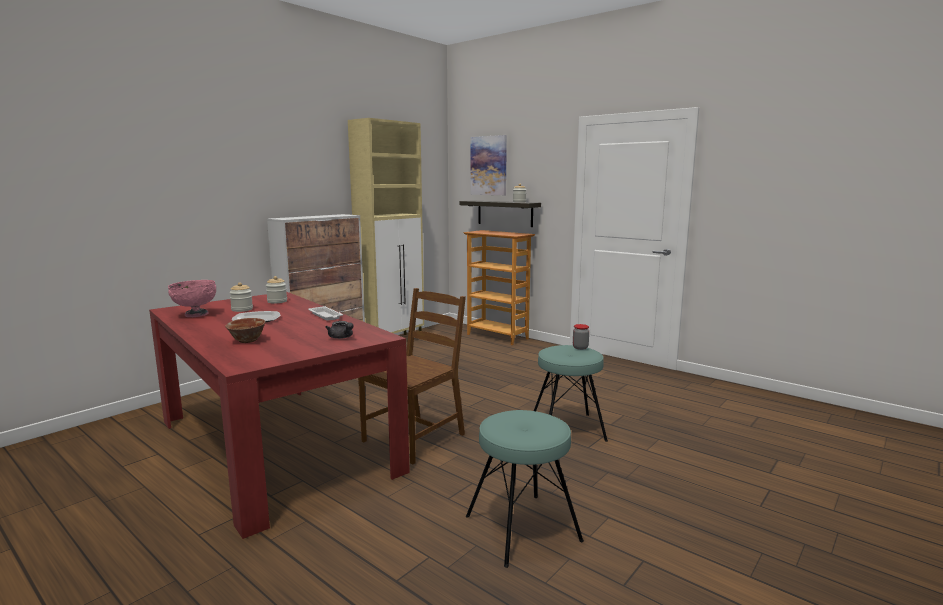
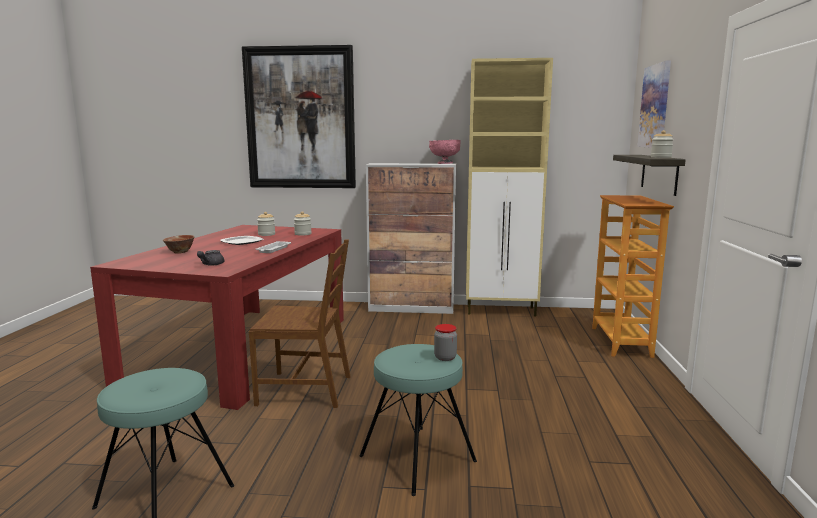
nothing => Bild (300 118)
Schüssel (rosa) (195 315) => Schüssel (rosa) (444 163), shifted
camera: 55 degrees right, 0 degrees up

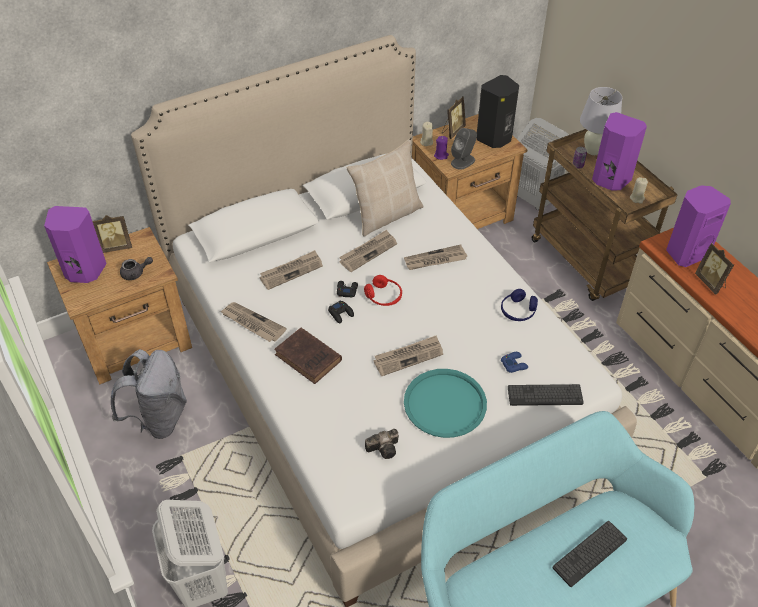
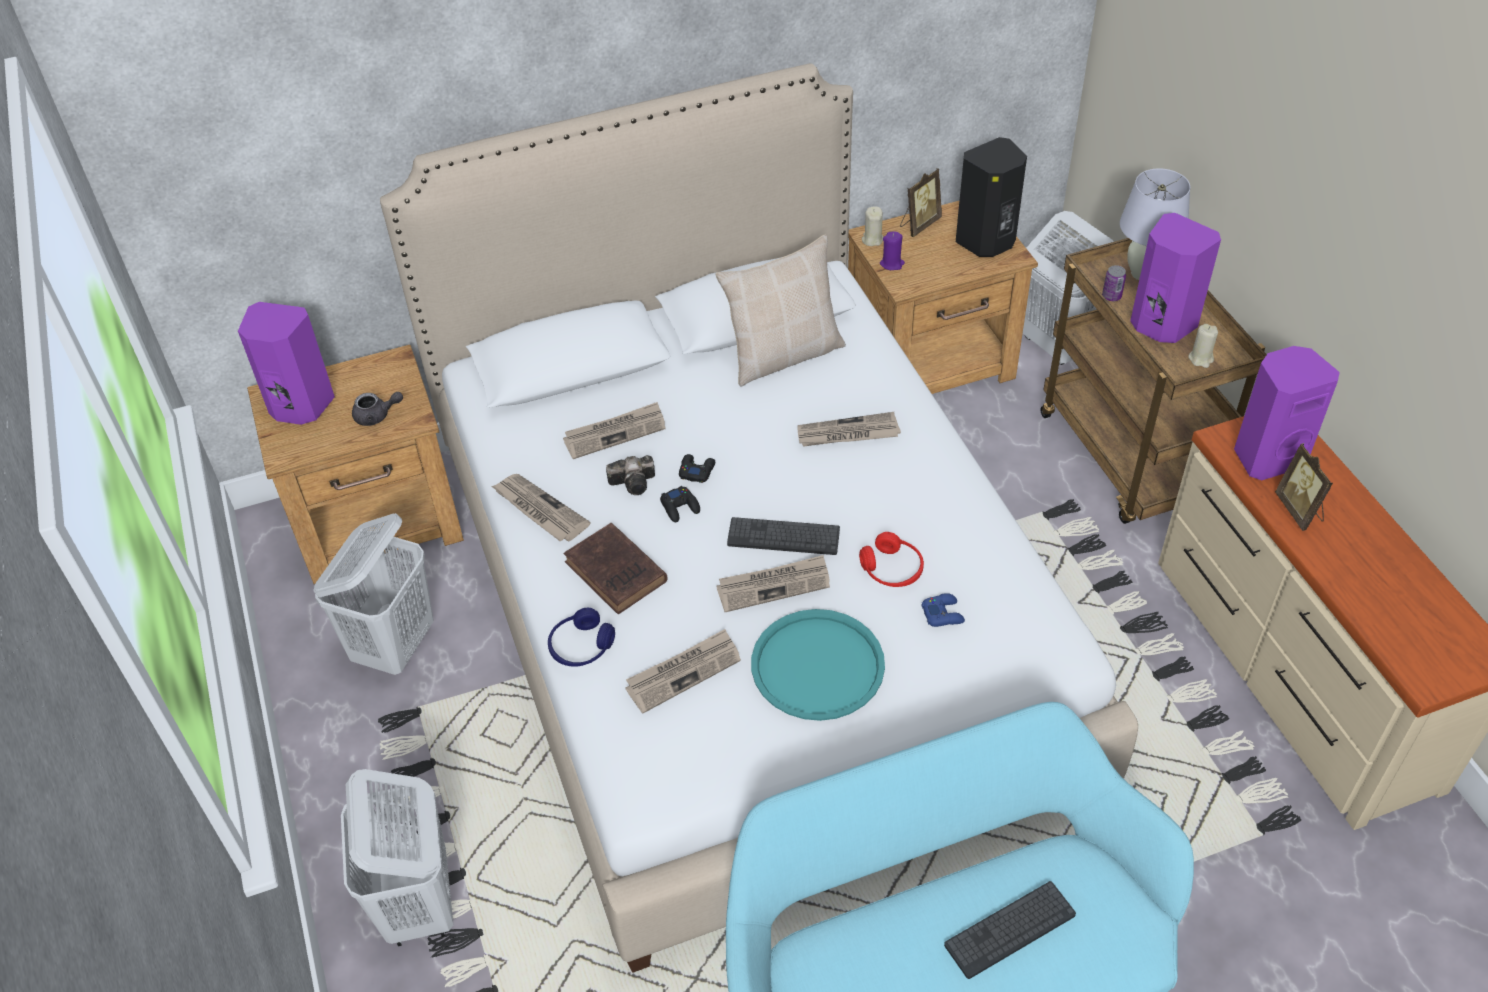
Rucksack (grau) (159 418) => Wäschekorb (weiß) (395 646)
Kopfhörer (blau) (518 311) => Kopfhörer (blau) (581 647), shifted
Kamera (385 448) => Kamera (635 482), shifted
Zeitung (368 252) => Zeitung (683 672), shifted
Tastatur (545 395) => Tastatur (783 537), shifted
Kopfhörer (rot) (383 296) => Kopfhörer (rot) (891 569), shifted
Bilderrahmen (116 247) => nothing
Lautsprecher (grau) (463 161) => nothing
camera: 10 degrees right, 0 degrees up

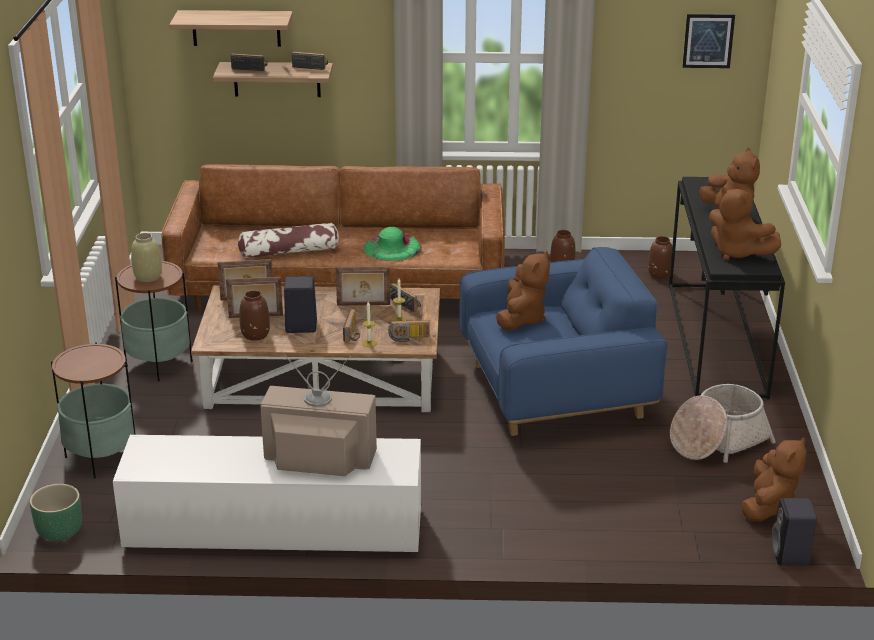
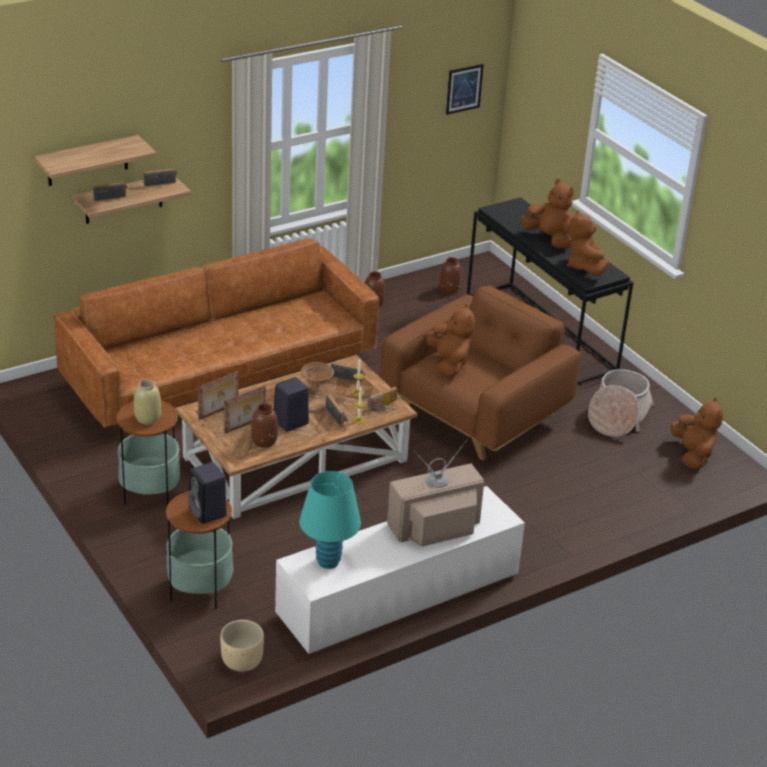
Lautsprecher (schwarz) (791 556) => Lautsprecher (schwarz) (208 513), shifted
Pflanzkübel (grün) (60 532) => Pflanzkübel (beige) (242 661)
nothing => Tischlampe (türkis) (328 562)
Bilderrahmen (363 305) => Schüssel (braun) (316 388)
Sessel (blau) (556 391) => Sessel (braun) (475 413)
Plüschtier (braun) (737 253) => Plüschtier (braun) (585 267), 75 degrees clockwise
Kissen (289 252) => nothing
Hut (grün) (392 247) => nothing
camera: 35 degrees left, 5 degrees up

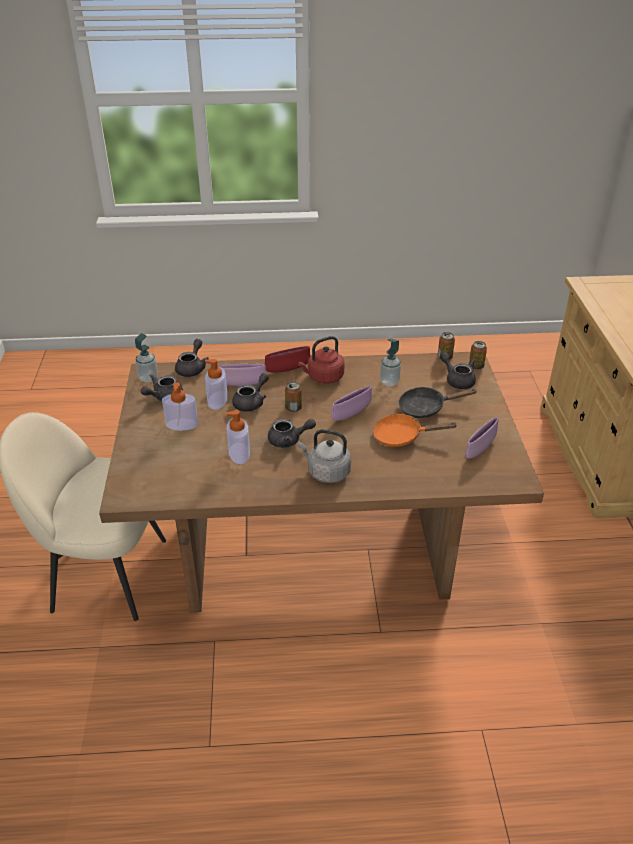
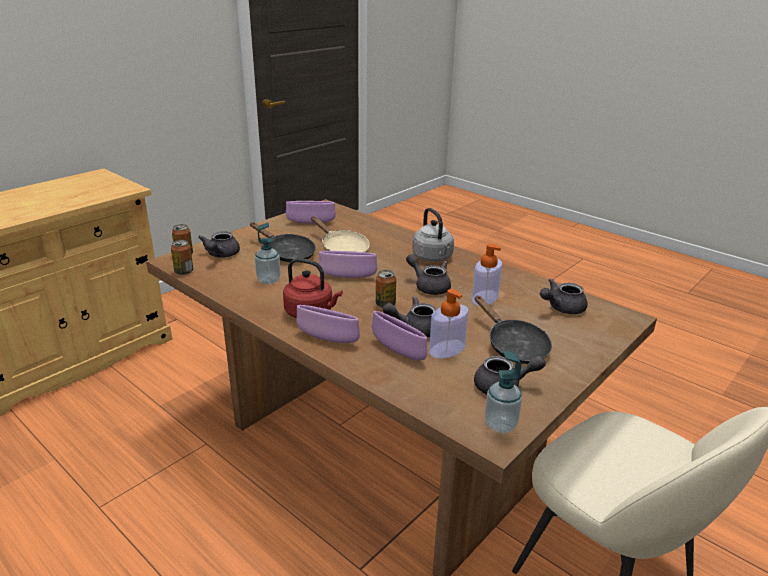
Schüssel (rot) (287 369) => Schüssel (lila) (327 339)
Pfanne (orange) (402 436) => Pfanne (beige) (342 249)
Seifenspender (182 424) => Pfanne (schwarz) (513 346)
Teekanne (grau) (192 368) => Teekanne (grau) (561 308), shifted
camera: 135 degrees left, 10 degrees down

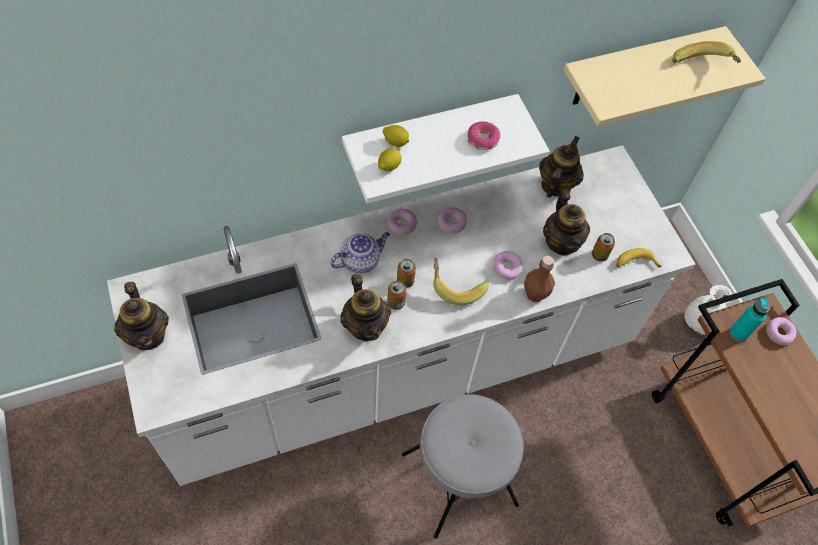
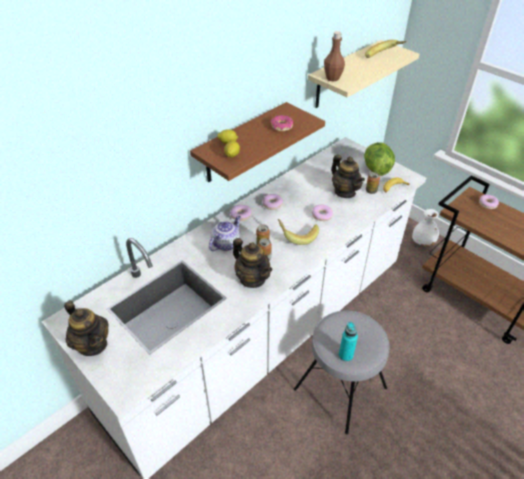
Wandregal (weiß) (429 135) => Wandregal (braun) (241 144)
Flasche (braun) (535 294) => Flasche (braun) (332 78), shifted
Flasche (türkis) (738 333) => Flasche (türkis) (345 355), shifted
nothing => Salatkopf (376 169)
Teekanne (555 185) => nothing
camera: 20 degrees left, 15 degrees down

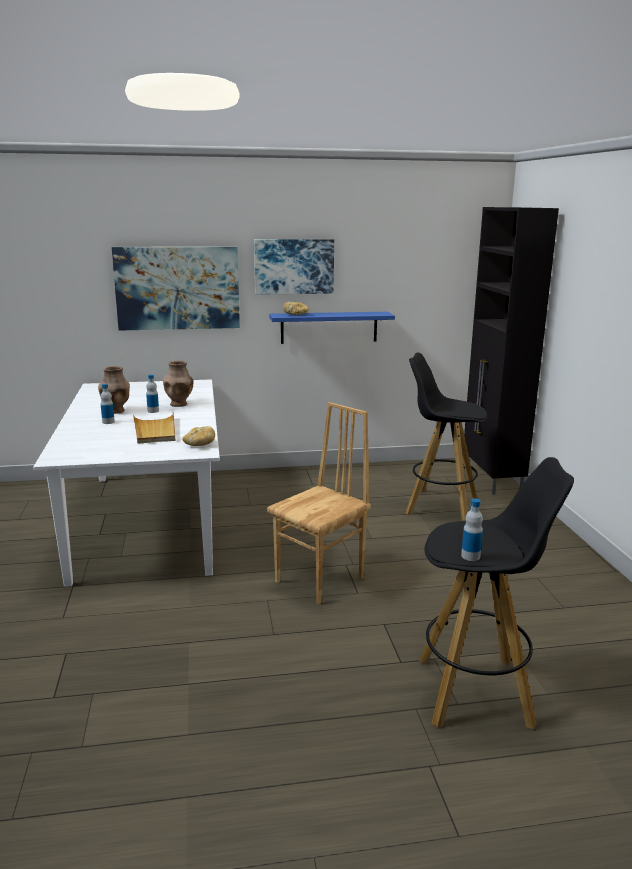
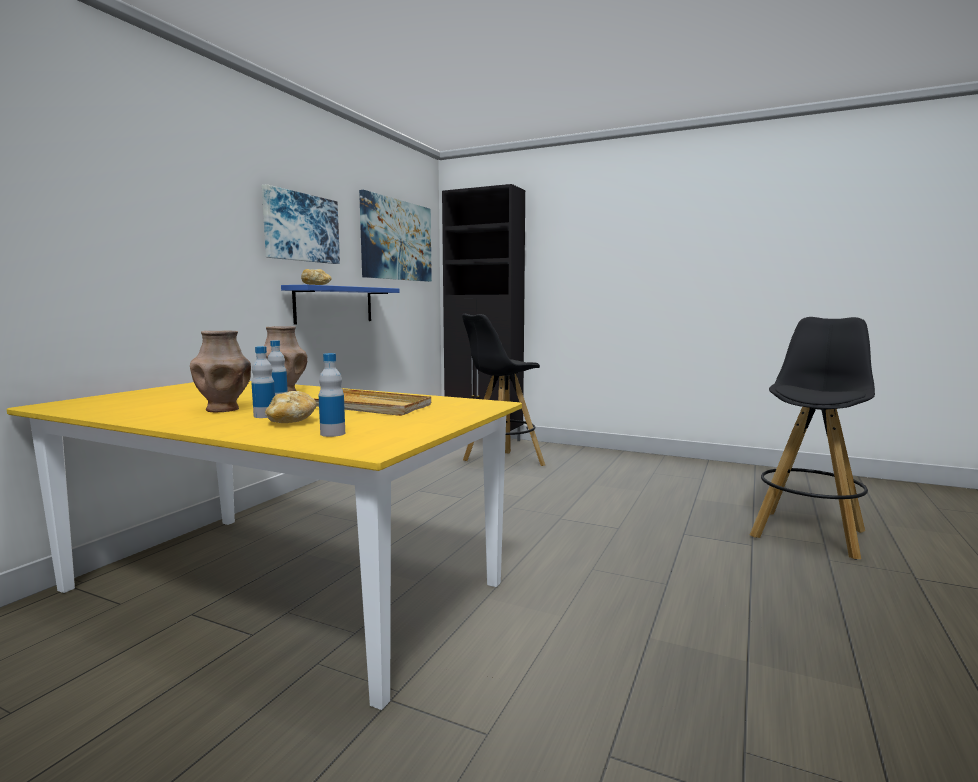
Esstisch (weiß) (147 520) => Esstisch (gelb) (280 587)
Brot (199 444) => Brot (291 422), shifted
Flasche (470 556) => Flasche (332 433), shifted
Bild (177 288) => Bild (397 240), shifted
Stuhl (braun) (321 580) => nothing
camera: 55 degrees left, 10 degrees down

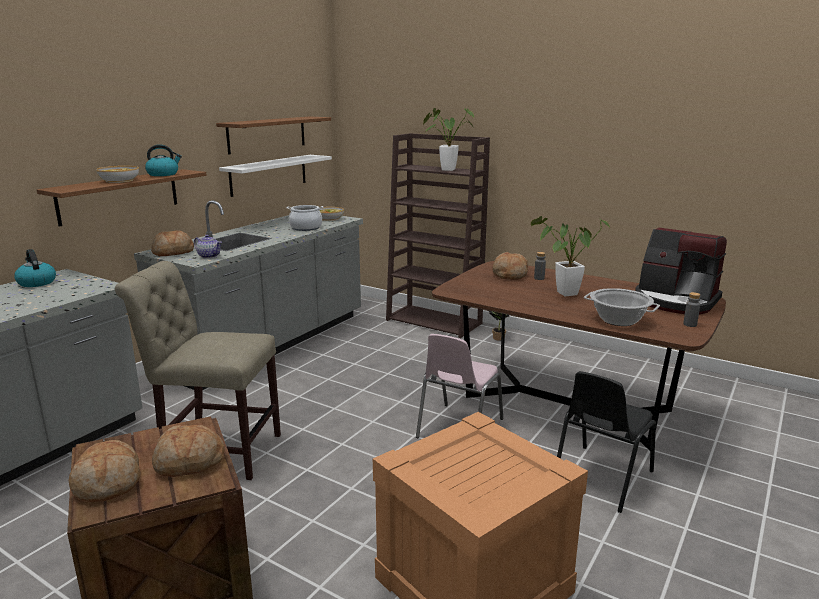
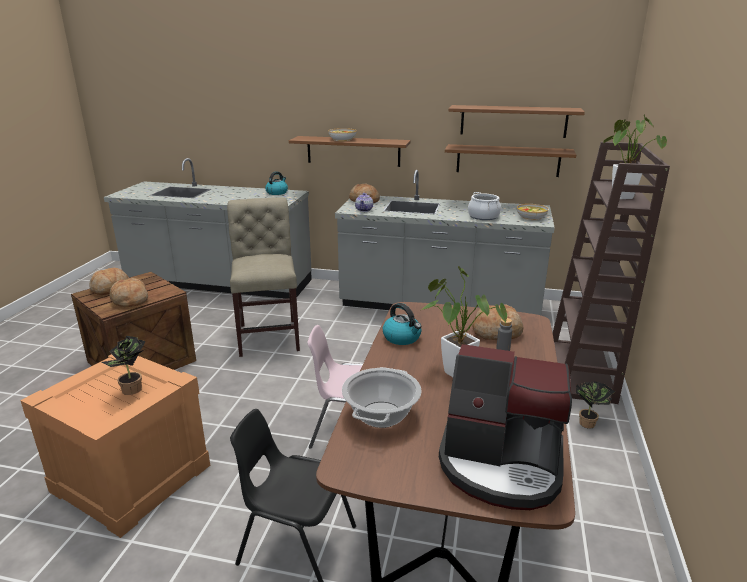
nothing => Topfpflanze (133 391)
Wasserkessel (163 174) => Wasserkessel (402 338), shifted
Kaffeemaschine (676 301) => Kaffeemaschine (501 465), 90 degrees counterclockwise
Wandregal (weiß) (269 175) => Wandregal (braun) (507 160)
Flasche (grau) (690 324) => nothing
camera: 70 degrees right, 5 degrees up

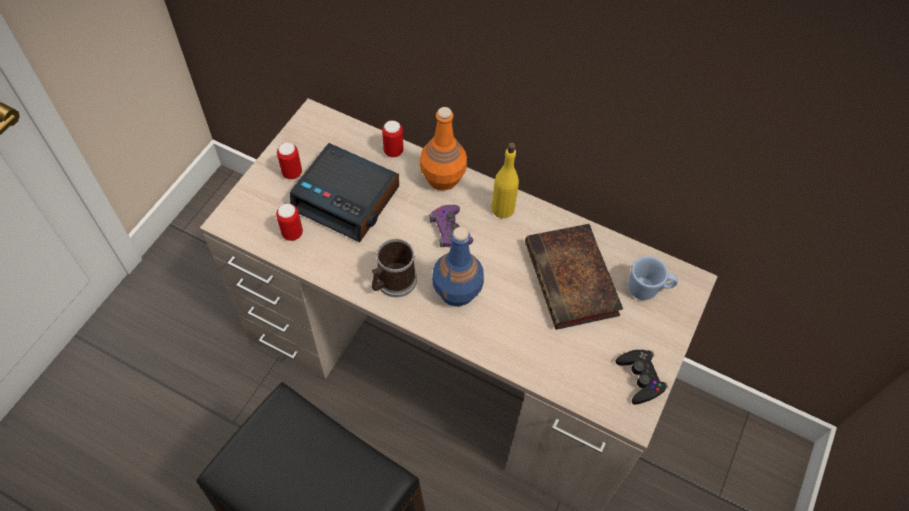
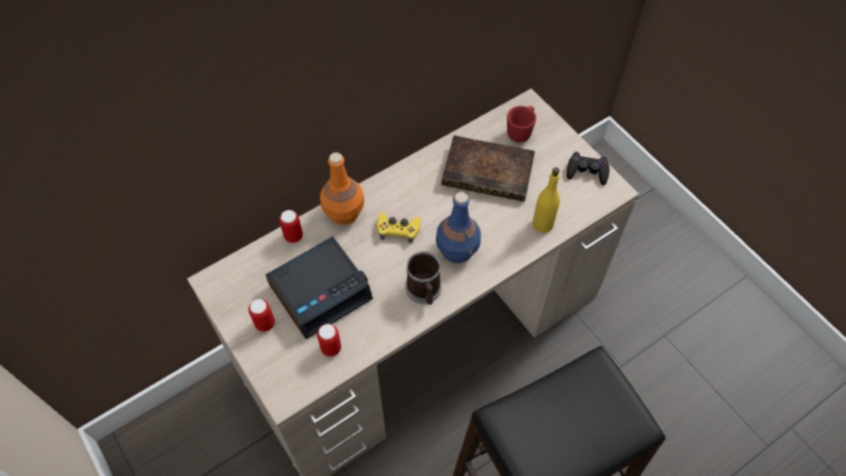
Gamepad (lila) (450 230) => Gamepad (gelb) (398 229)
Henkelbecher (blau) (648 289) => Henkelbecher (rot) (521 131)
Flasche (gelb) (503 208) => Flasche (gelb) (542 224), shifted
camera: 60 degrees left, 0 degrees up

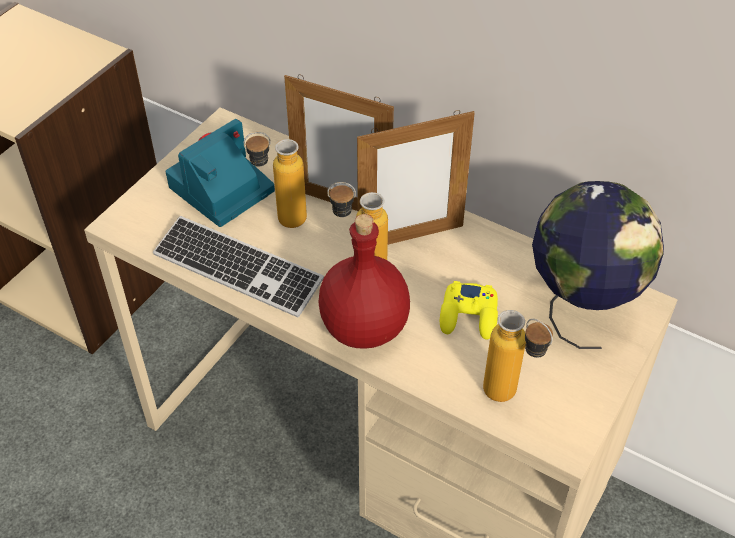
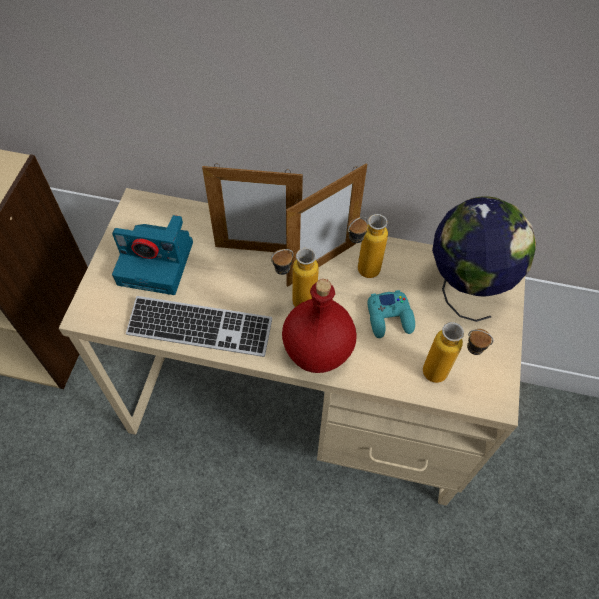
Kamera (220 190) => Kamera (157 262), 105 degrees counterclockwise
Flasche (280 220) => Flasche (360 273), shifted
Gamepad (gelb) (469 316) => Gamepad (türkis) (390 317)
camera: 20 degrees left, 10 degrees up

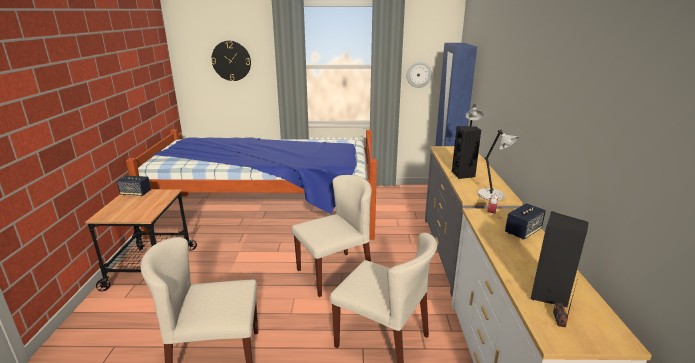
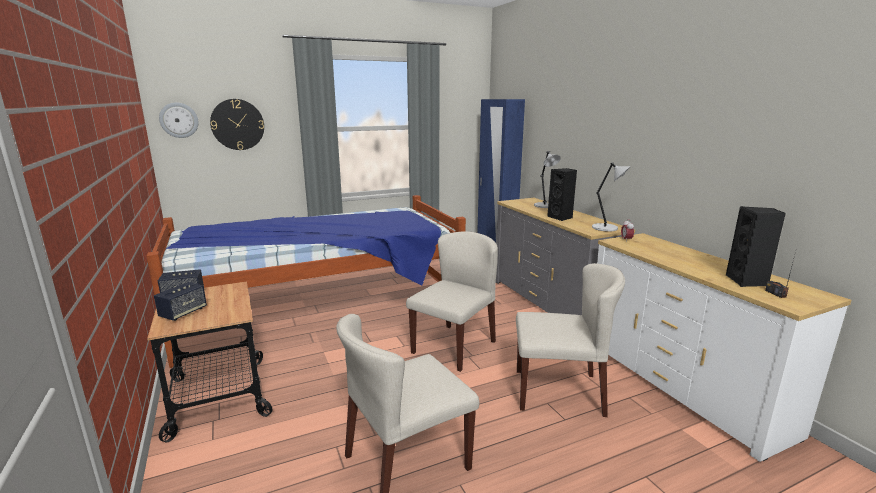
Lautsprecher (523 232) => Lautsprecher (183 313), shifted
Wanduhr (419 74) => Wanduhr (179 120), shifted
camera: 25 degrees left, 5 degrees down

